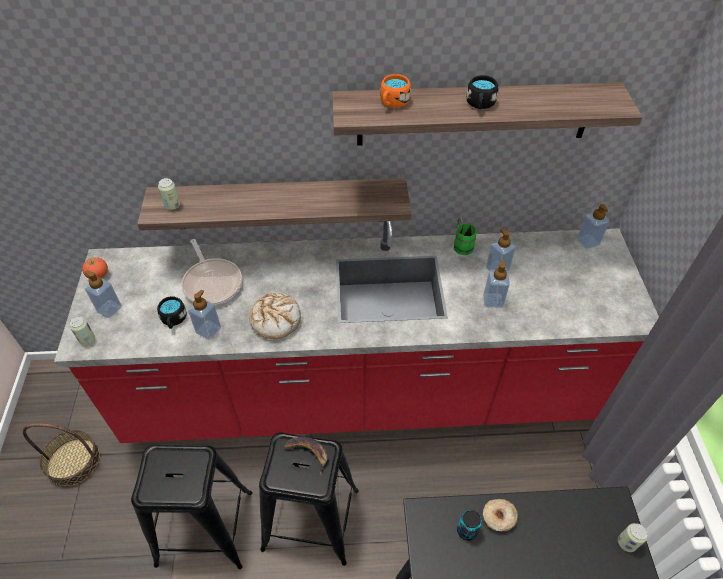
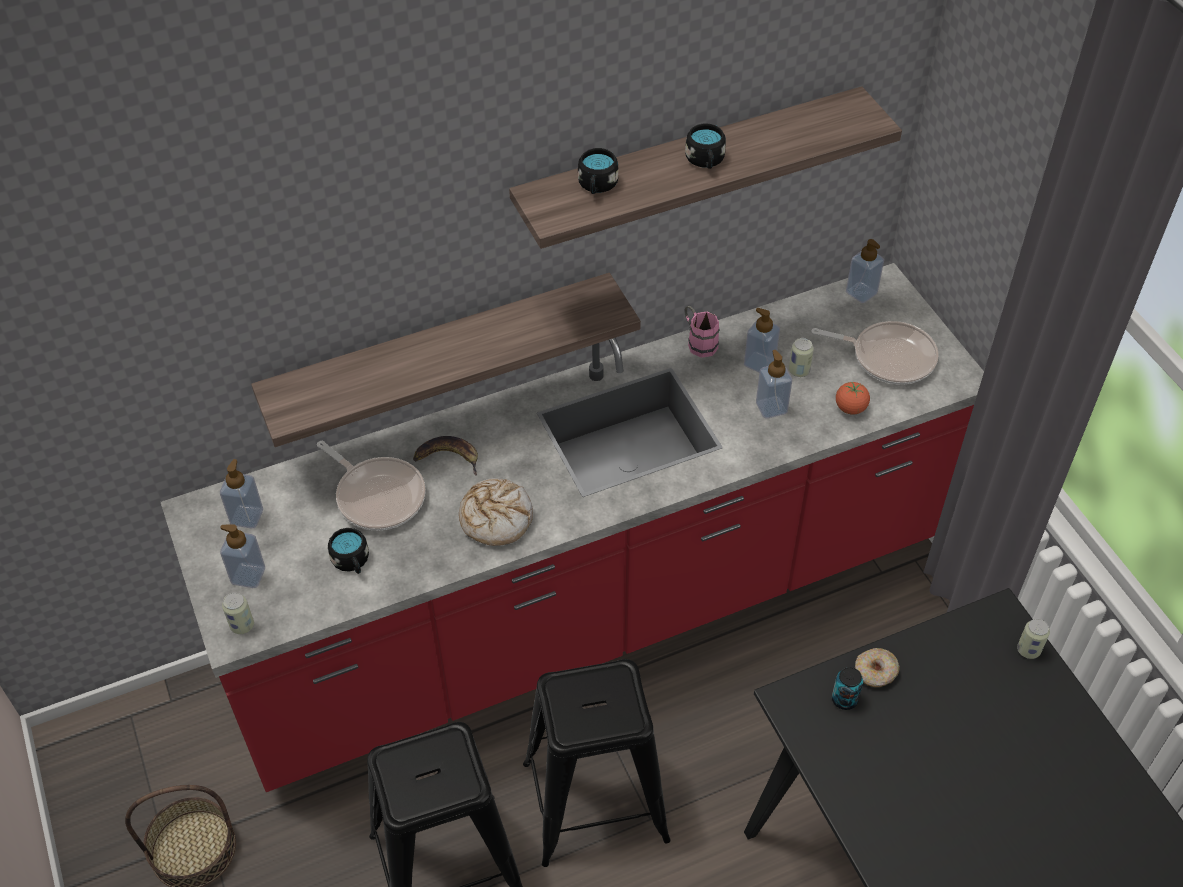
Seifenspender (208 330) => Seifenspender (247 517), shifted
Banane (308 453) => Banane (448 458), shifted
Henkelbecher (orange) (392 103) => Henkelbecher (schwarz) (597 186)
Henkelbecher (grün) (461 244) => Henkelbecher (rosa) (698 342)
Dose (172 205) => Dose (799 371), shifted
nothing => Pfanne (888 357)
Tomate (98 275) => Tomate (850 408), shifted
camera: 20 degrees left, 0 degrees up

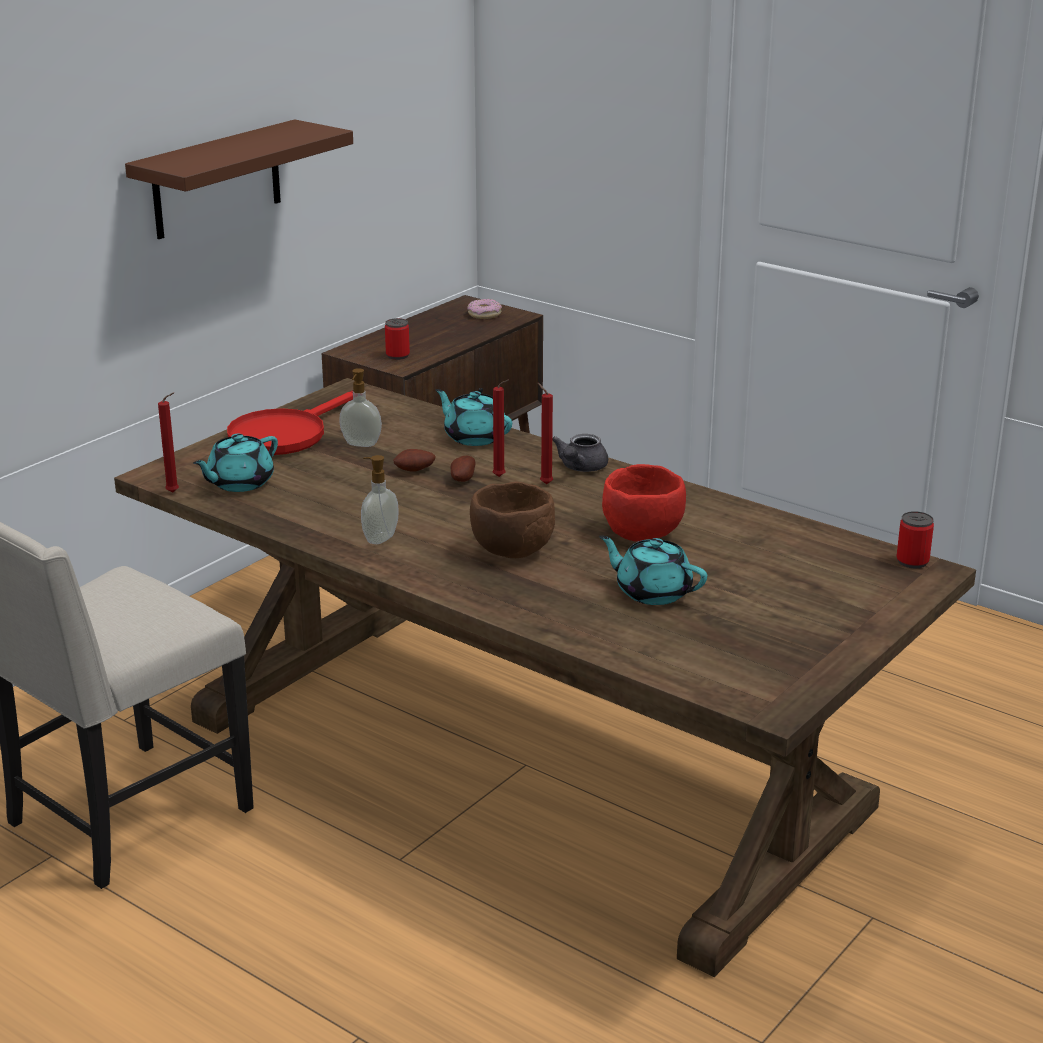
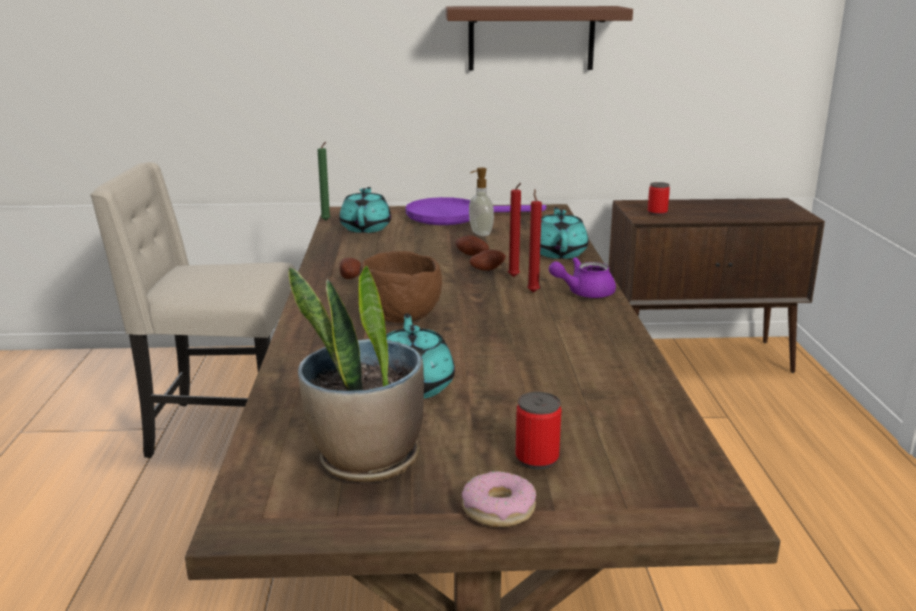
nothing => Topfpflanze (366 461)
Kerze (rot) (175 492) => Kerze (grün) (326 221)
Teekanne (türkis) (239 483) => Teekanne (türkis) (366 228), 90 degrees clockwise
Seifenspender (379 538) => Kartoffel (351 278)
Pfanne (rot) (286 434) => Pfanne (lila) (455 216)
Donut (484 314) => Donut (498 509), shifted
Dose (912 561) => Dose (537 459), shifted
Teekanne (grau) (580 468) => Teekanne (lila) (583 293)
Schüssel (rot) (644 533) => nothing
camera: 50 degrees right, 5 degrees down

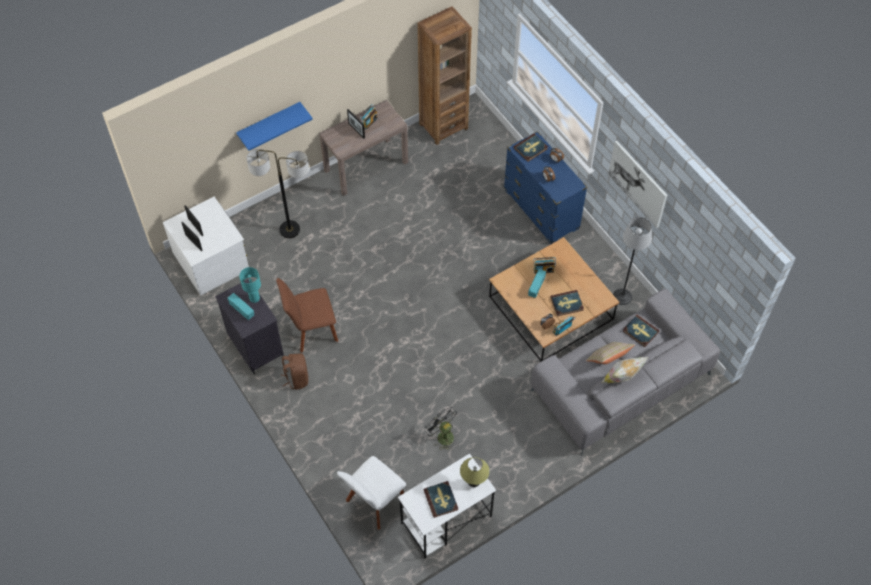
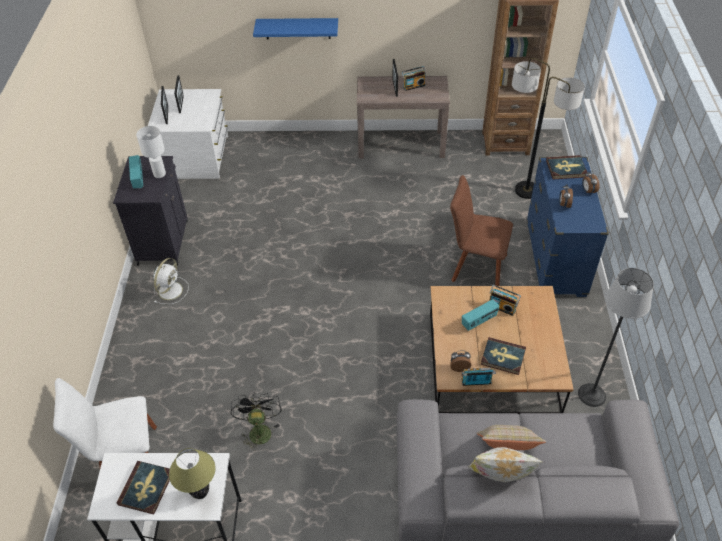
Tischlampe (türkis) (254 298) => Tischlampe (weiß) (159 174)
Rucksack (braun) (297 378) => Ventilator (weiß) (171 290)
Stuhl (braun) (311 330) => Stuhl (braun) (475 267), shifted
Stehlampe (290 230) => Stehlampe (526 190), shifted
Bild (637 183) => nothing
Buch (640 331) => nothing
camera: 35 degrees right, 10 degrees down

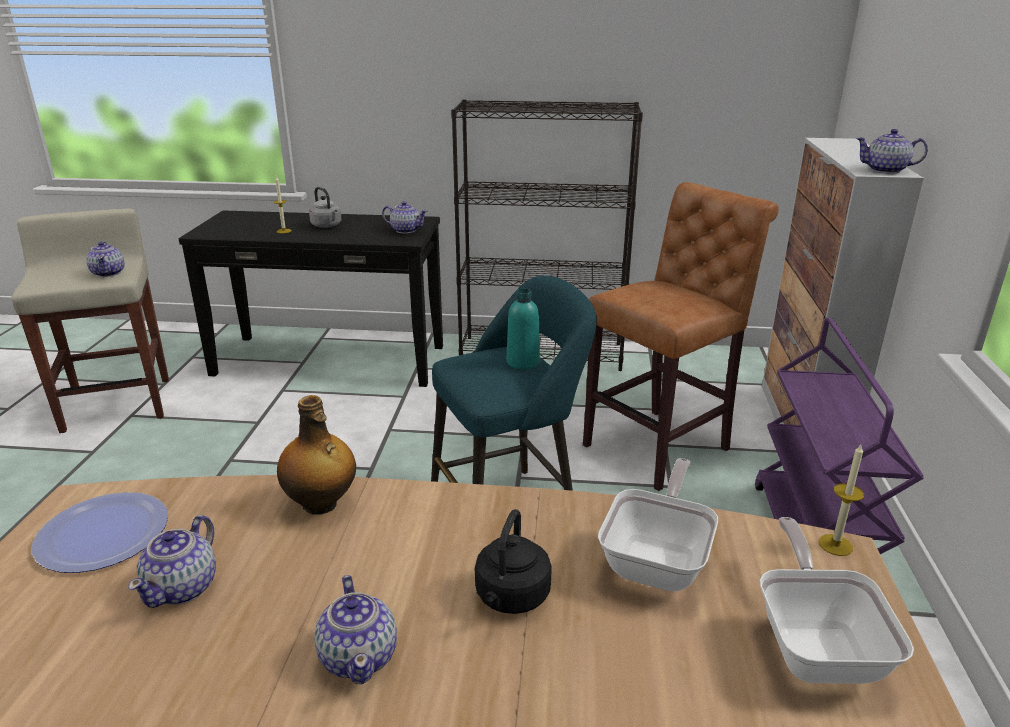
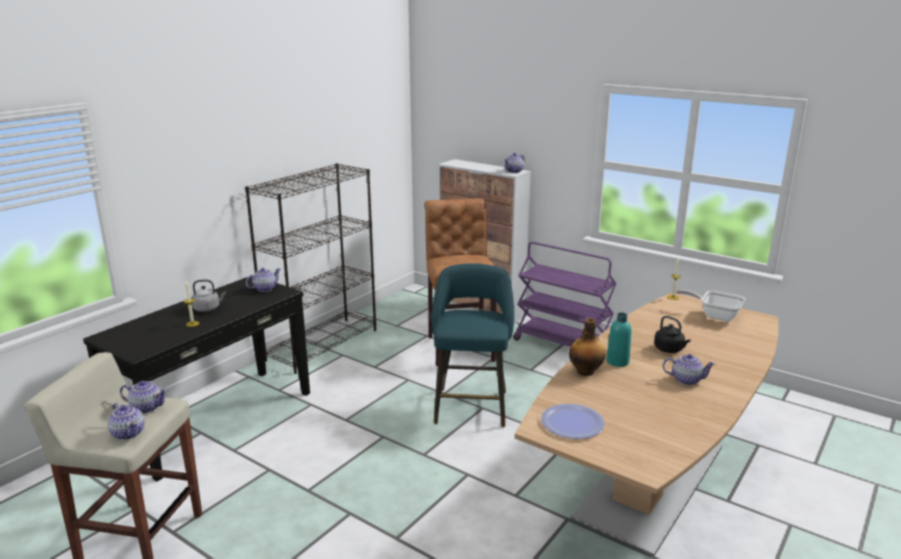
Teekanne (183 587) => Teekanne (128 433), shifted
Flasche (türkis) (523 362) => Flasche (türkis) (617 361), shifted
Pfanne (658 560) => nothing
camera: 60 degrees left, 5 degrees down

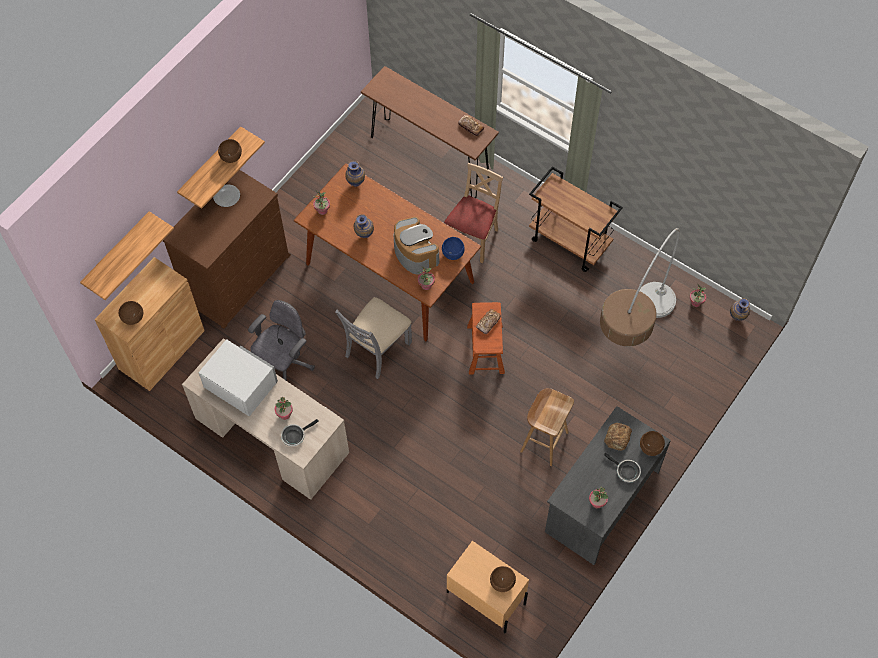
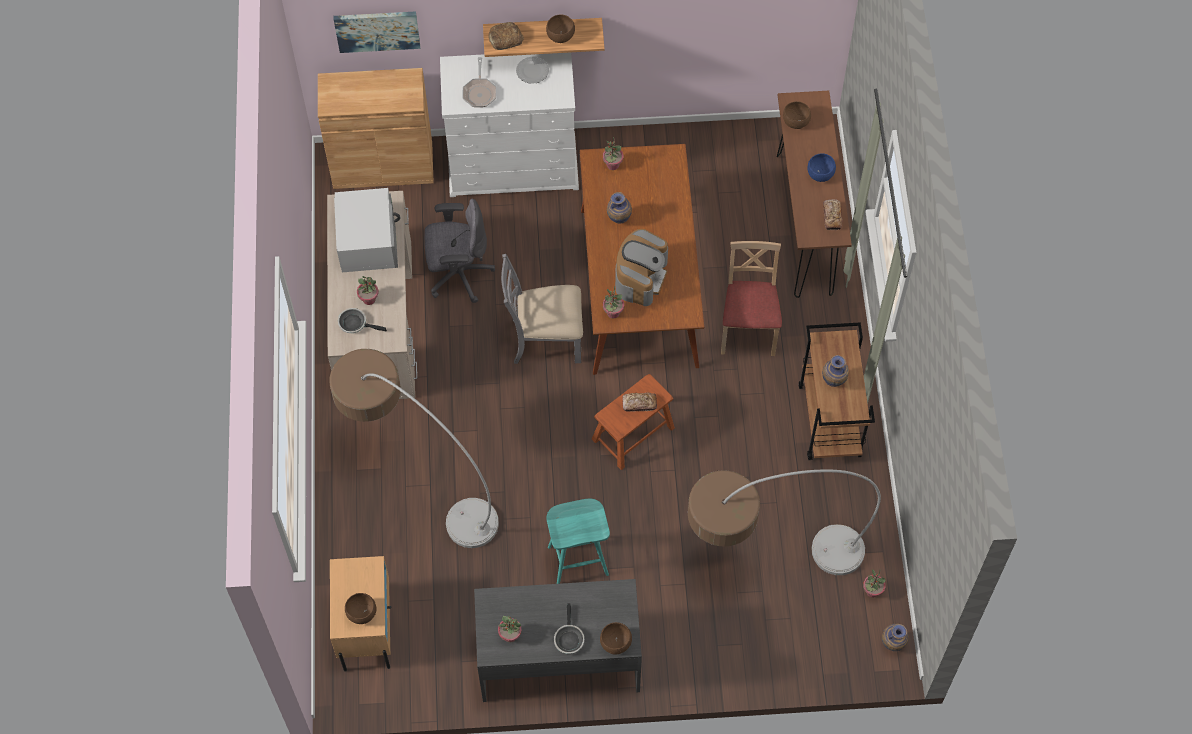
nothing => Stehlampe (418 482)
Wandregal (117 253) => Bild (377 30)
Kommode (braun) (236 277) => Kommode (weiß) (513 164)
nothing => Pfanne (479 92)
Brot (618 438) => Brot (505 39), shifted
Hocker (braun) (544 441) => Hocker (türkis) (578 560)
Stuhl (beige) (473 239) => Stuhl (beige) (748 331), 75 degrees counterclockwise
Schüssel (braun) (133 317) => Schüssel (braun) (796 122), shifted
Schüssel (blau) (452 253) => Schüssel (blau) (820 174), shifted
Vase (356 183) => Vase (833 382), shifted
camera: 50 degrees right, 0 degrees up

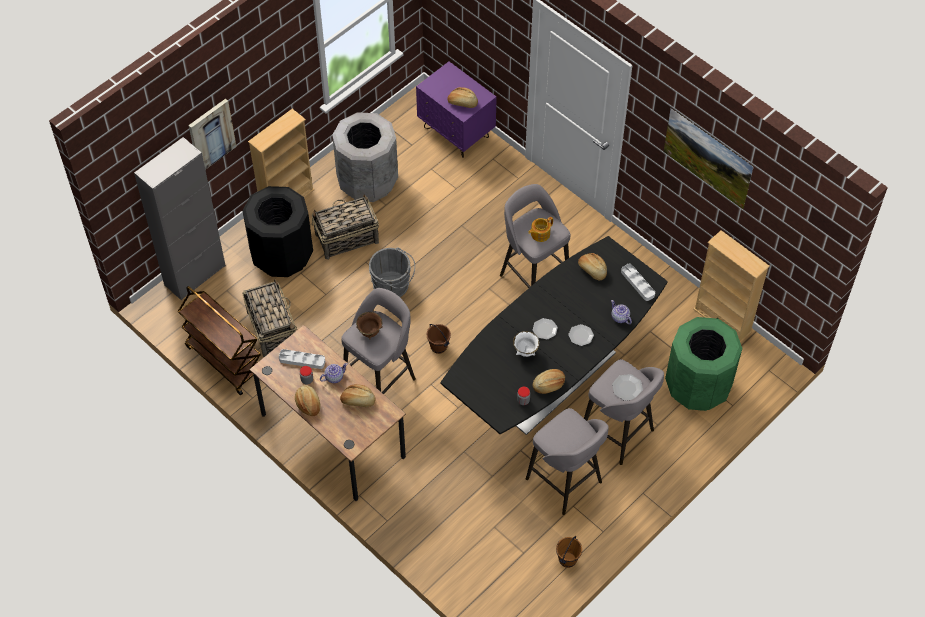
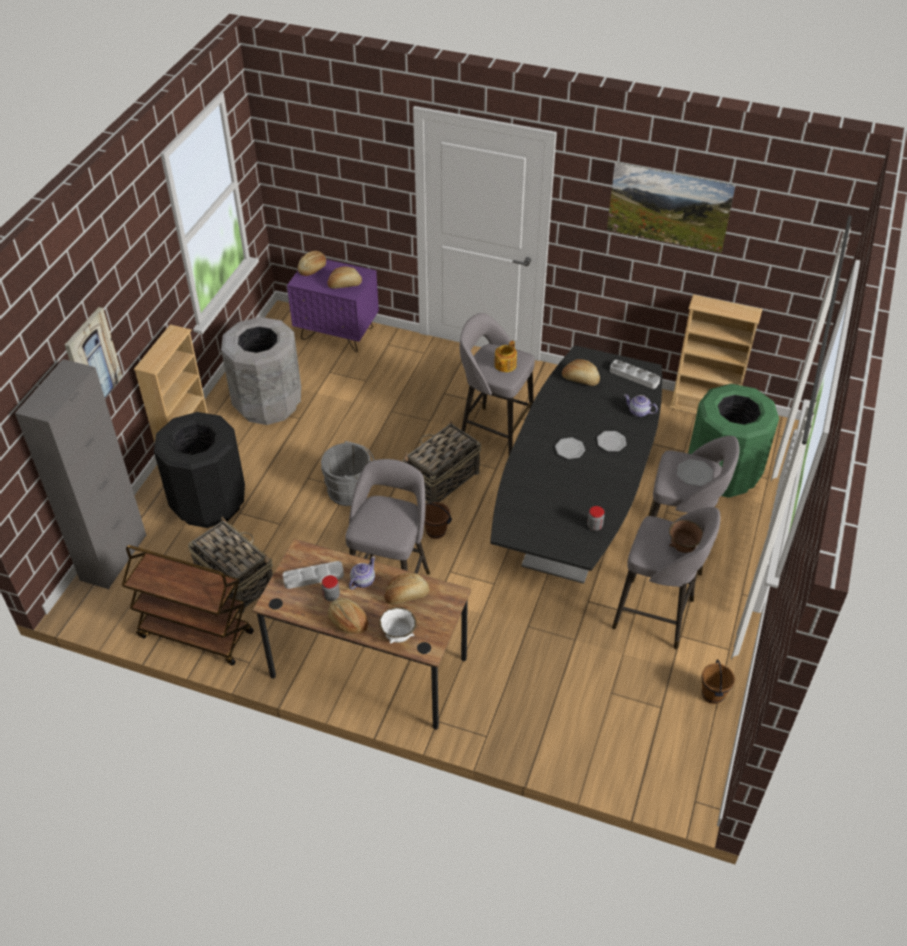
Brot (549 385) => Brot (313 269), shifted
Schüssel (weiß) (525 351) => Schüssel (weiß) (398 636), shifted
Korb (346 238) => Korb (441 480), shifted
Schüssel (braun) (369 332) => Schüssel (braun) (682 547), shifted
camera: 25 degrees left, 10 degrees down

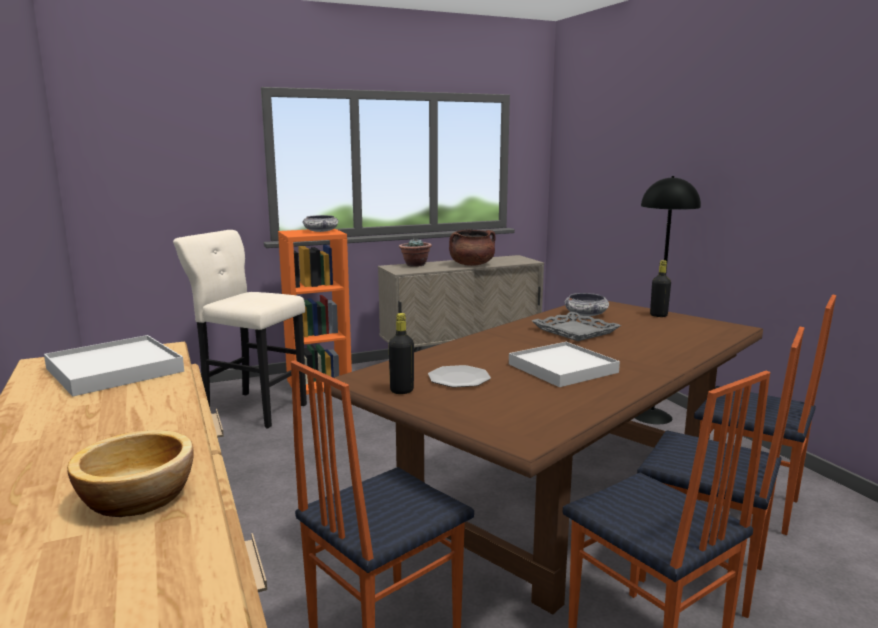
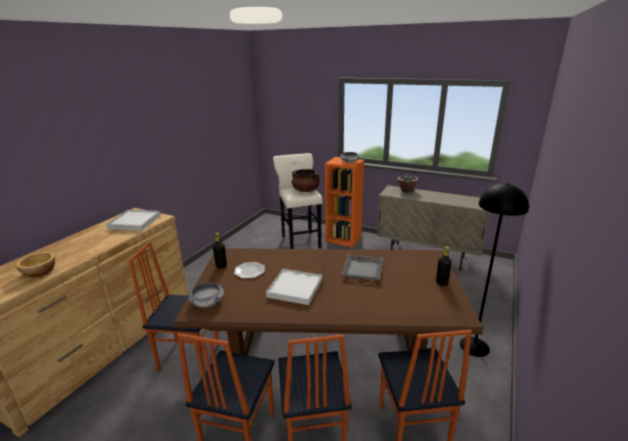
Schüssel (586 314) => Schüssel (207 302), shifted
Kochtopf (braun) (471 264) => Kochtopf (braun) (306 190), shifted
camera: 50 degrees right, 10 degrees up

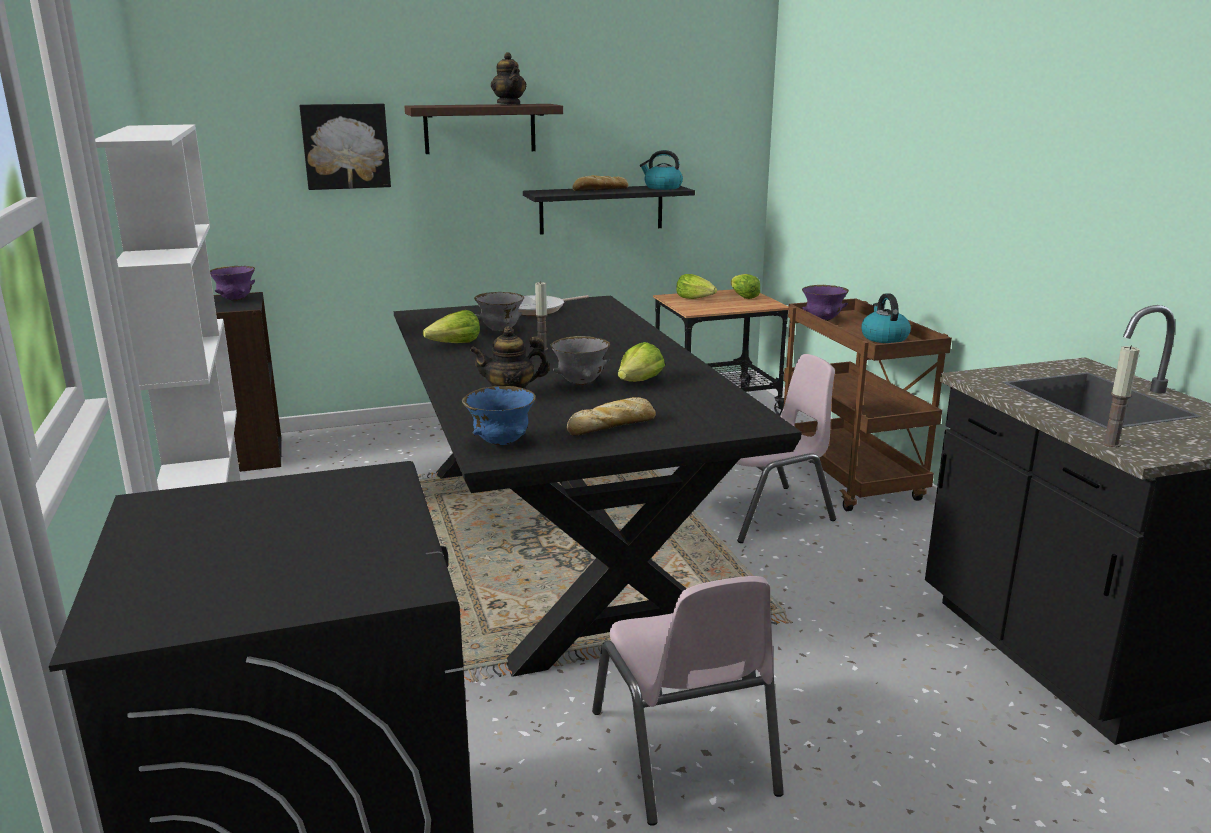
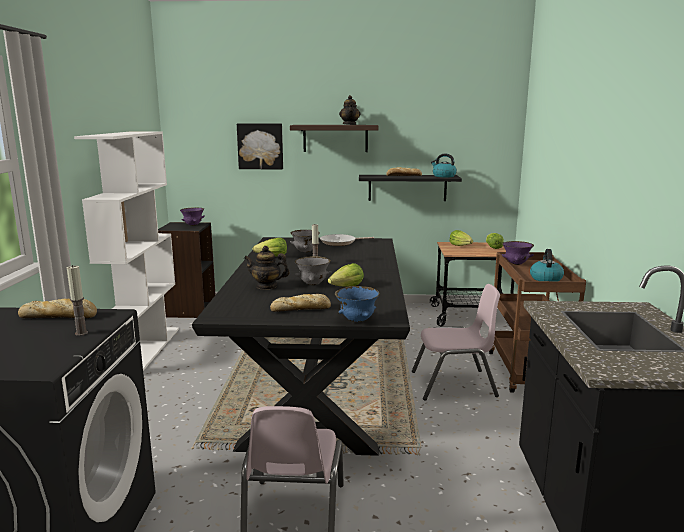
nothing => Brot (60 316)
Kerze (1111 444) => Kerze (81 333), shifted
Schüssel (blau) (501 443) => Schüssel (blau) (357 320), shifted
camera: 20 degrees right, 5 degrees down

